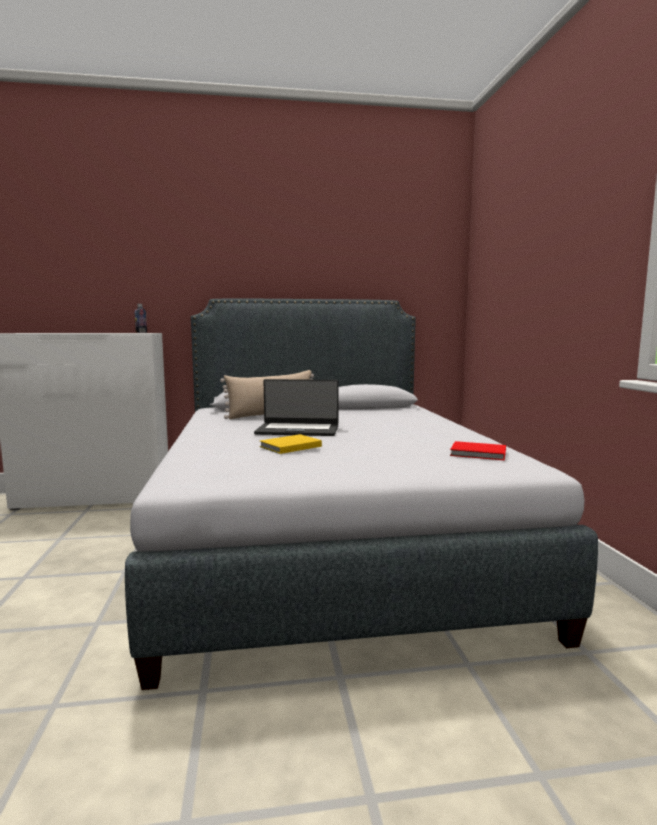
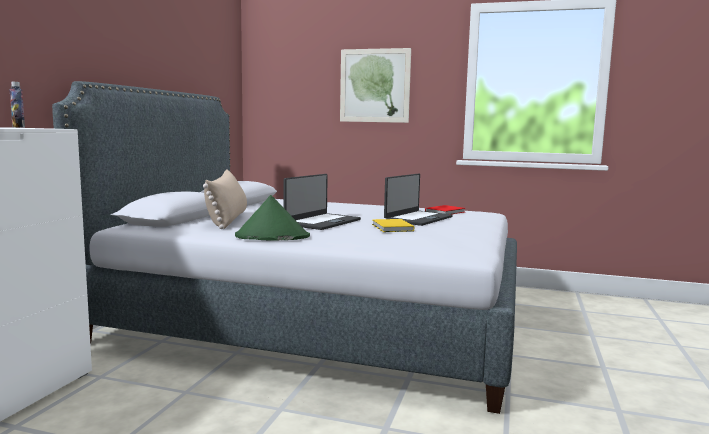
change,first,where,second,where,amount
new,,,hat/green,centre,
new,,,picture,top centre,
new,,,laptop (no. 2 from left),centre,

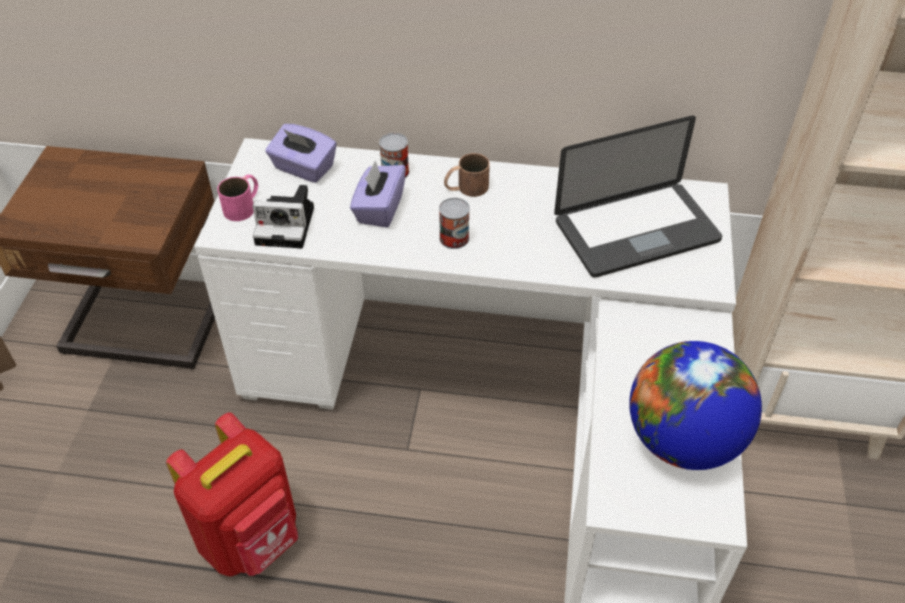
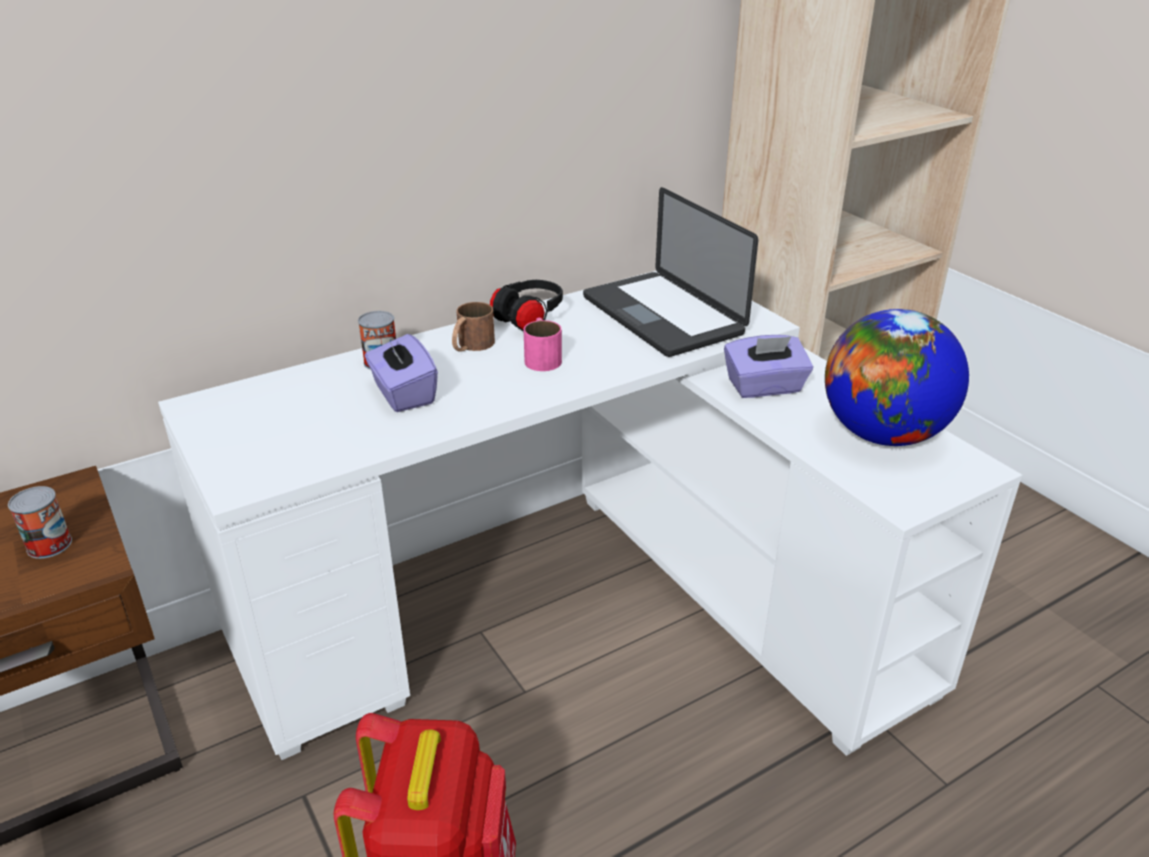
change,first,where,second,where,amount
gone,photo camera,middle left,,,
new,,,headphones/black,centre,
shifted,mug/pink,top left,,centre,
shifted,tissue box/purple (no. 1 from left in the first image),top left,tissue box/purple (no. 2 from left),middle right,
shifted,can (no. 2 from left in the first image),centre,can (no. 1 from left),middle left,
rotated,laptop,top right,,top centre,120 degrees clockwise

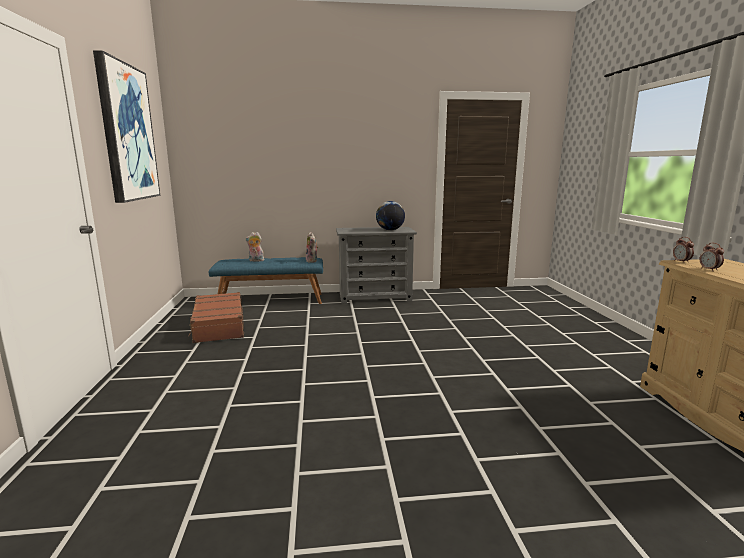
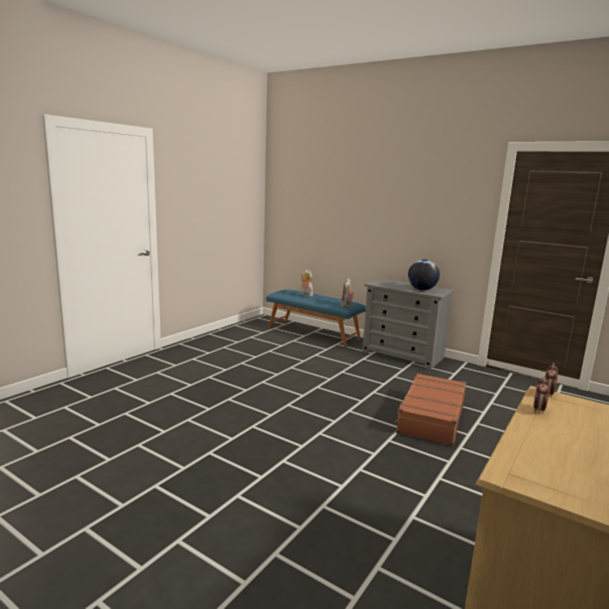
change,first,where,second,where,amount
gone,picture,top left,,,
shifted,suitcase/brown,middle left,,bottom right,

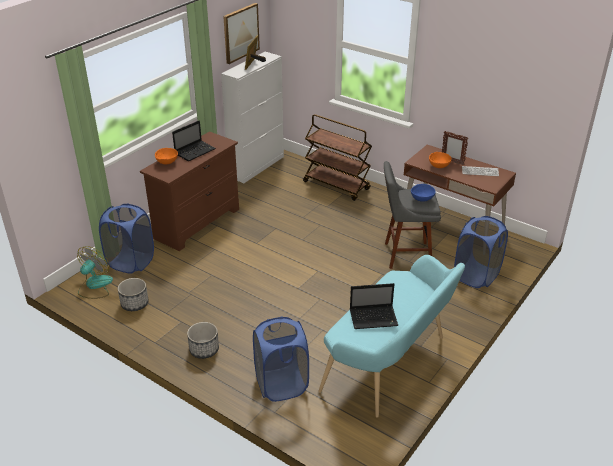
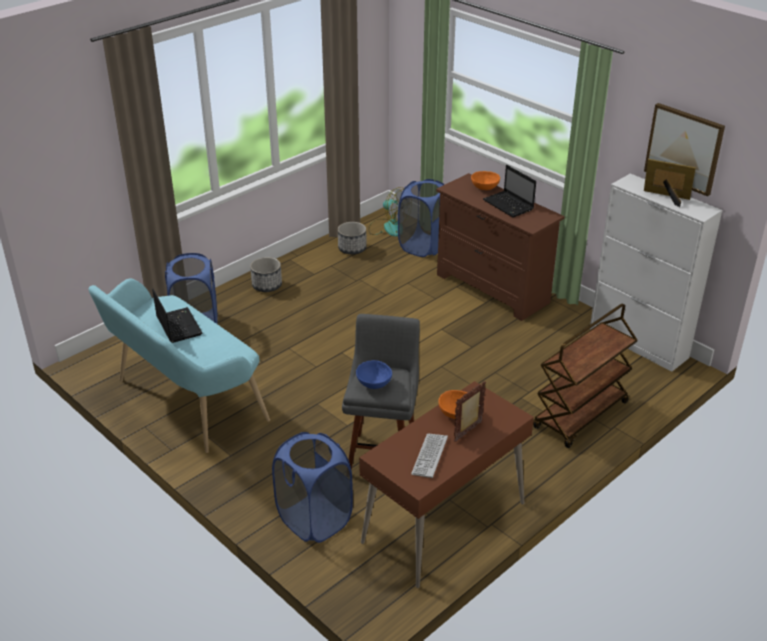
change,first,where,second,where,amount
rotated,laptop (no. 2 from left in the first image),centre,laptop (no. 1 from left),middle left,150 degrees clockwise

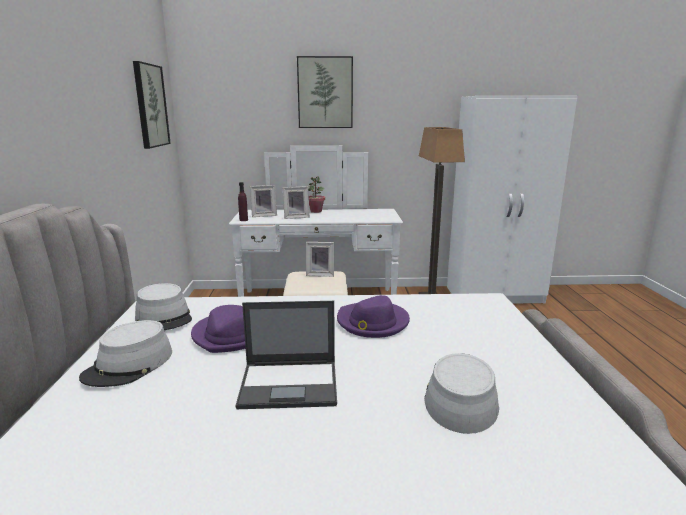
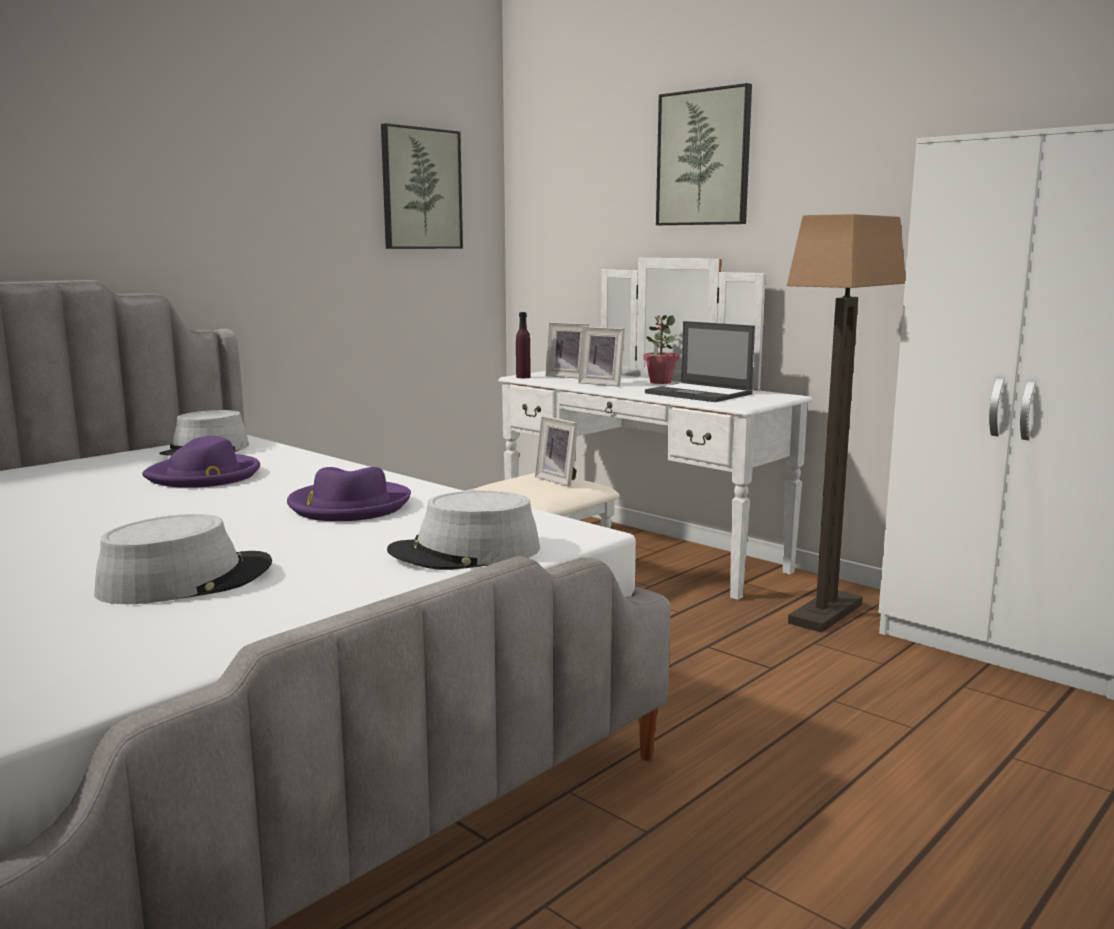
change,first,where,second,where,amount
shifted,hat/grey (no. 1 from left in the first image),bottom left,hat/grey (no. 3 from left),centre,
shifted,laptop,bottom centre,,centre,

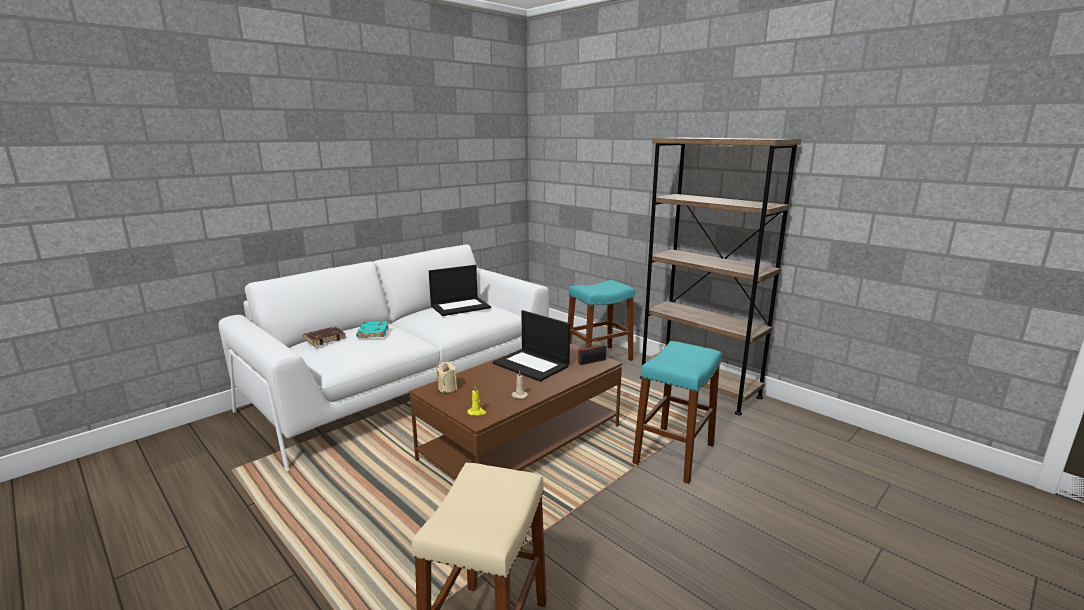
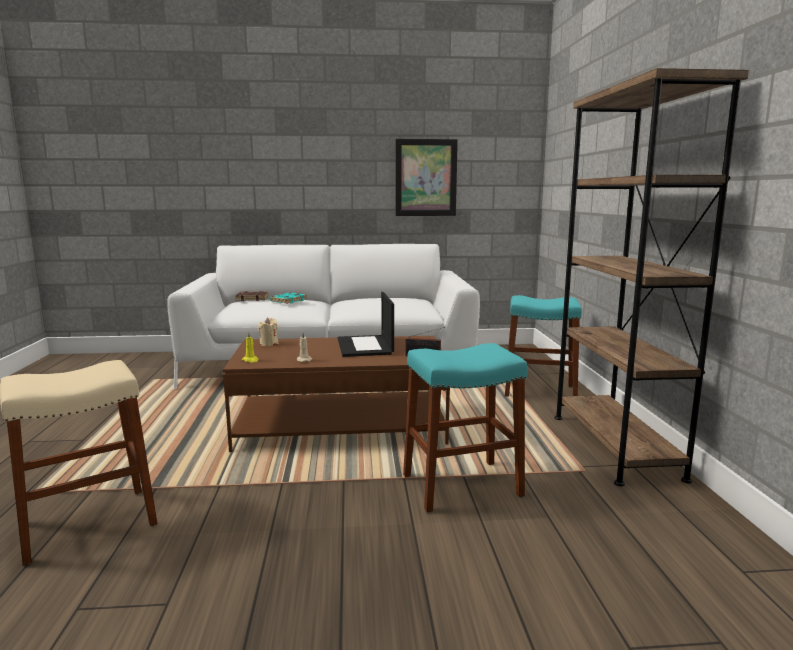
change,first,where,second,where,amount
gone,laptop (no. 1 from left),centre,,,
new,,,picture,top centre,

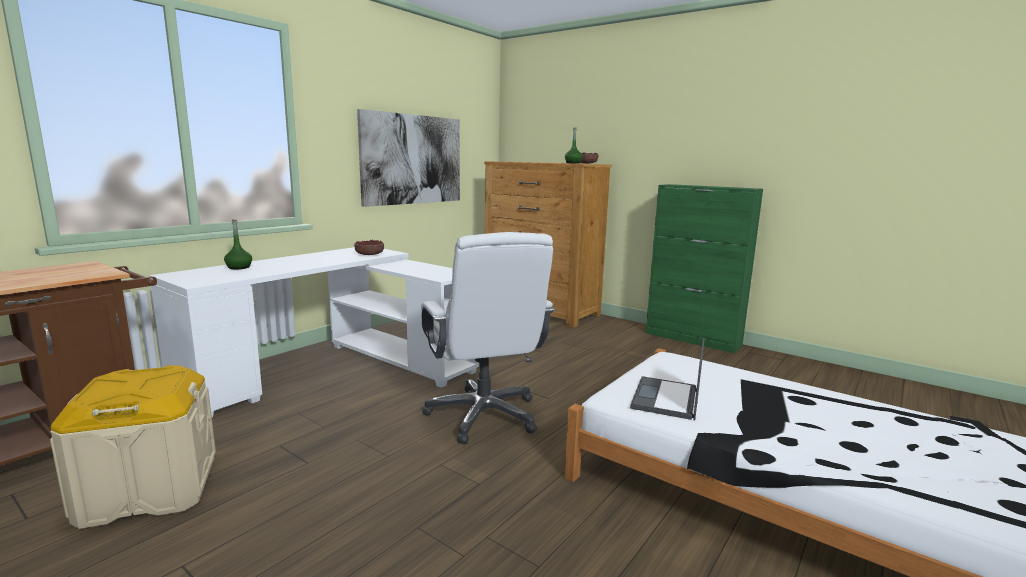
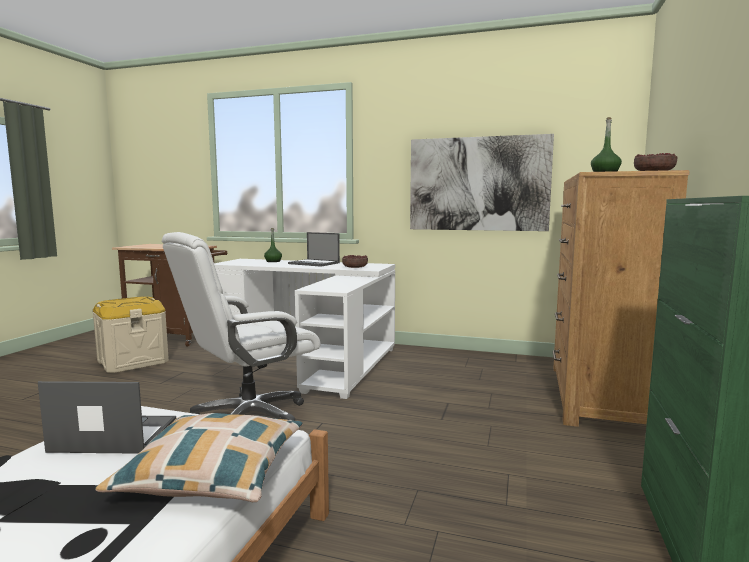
change,first,where,second,where,amount
new,,,pillow,bottom left,
new,,,laptop (no. 2 from left),centre,

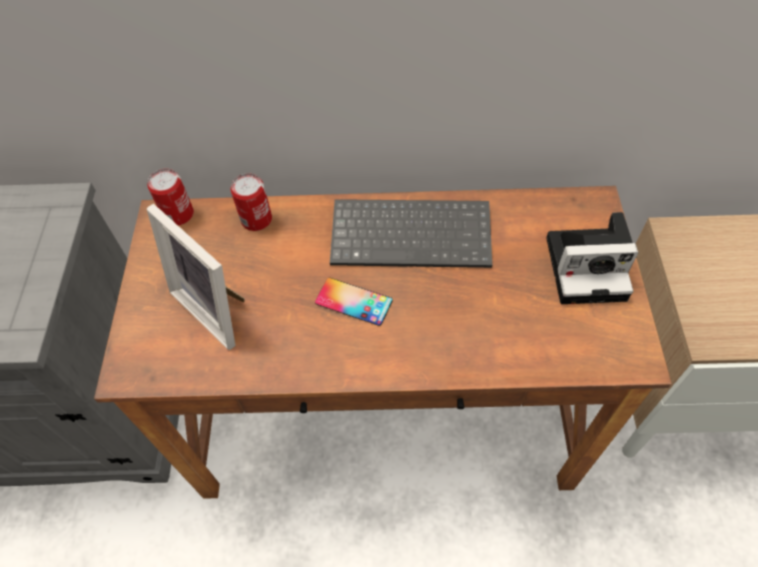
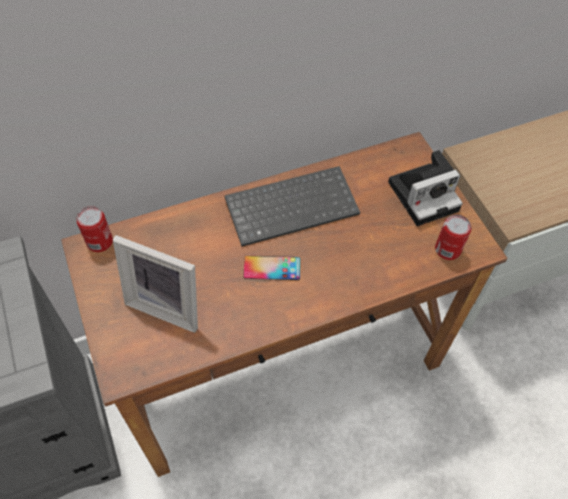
change,first,where,second,where,amount
shifted,can (no. 2 from left),middle left,,middle right,

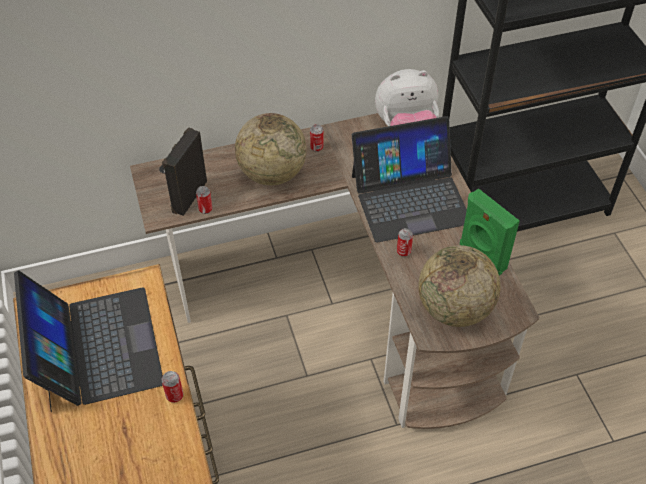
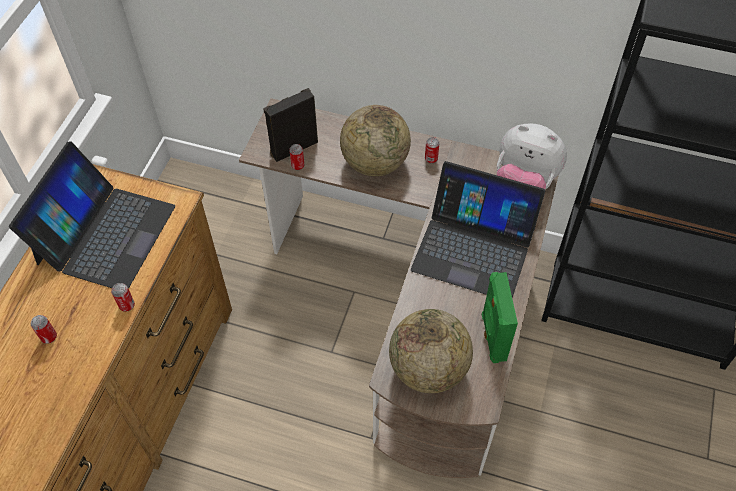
change,first,where,second,where,amount
shifted,can (no. 4 from left in the first image),centre,can (no. 1 from left),bottom left,

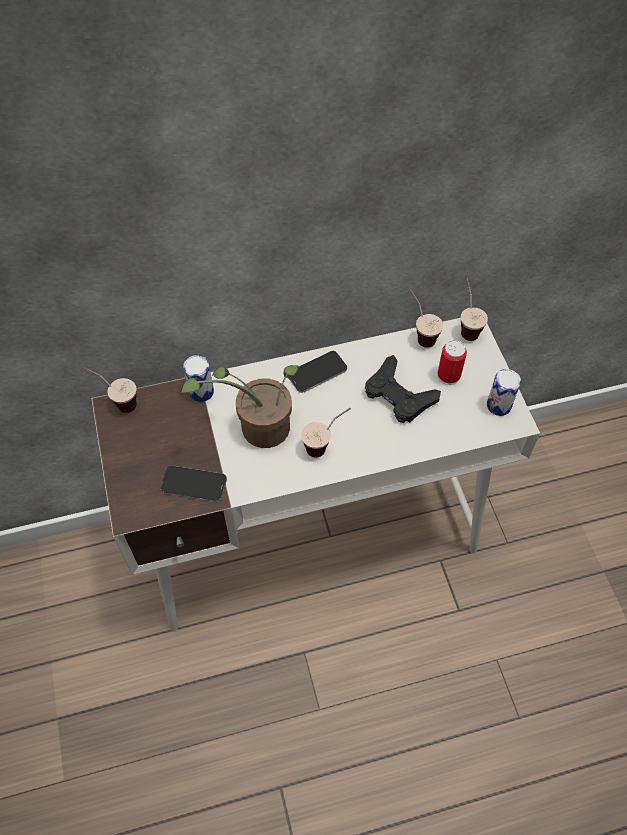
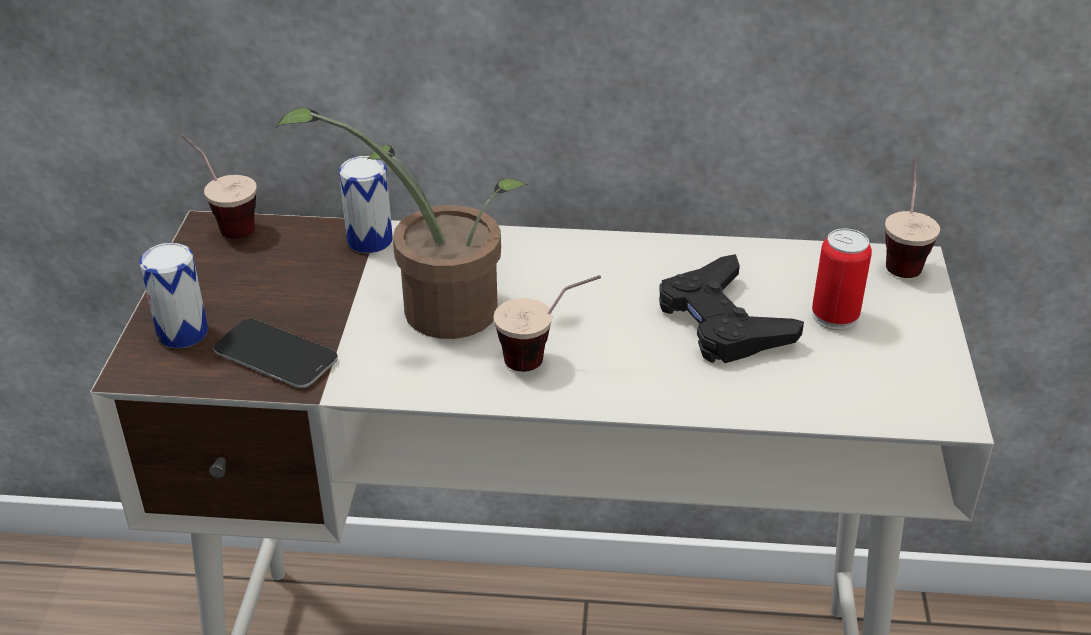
change,first,where,second,where,amount
gone,phone (no. 2 from left),centre,,,
gone,cup (no. 3 from left),middle right,,,
shifted,can (no. 3 from left in the first image),middle right,can (no. 1 from left),middle left,

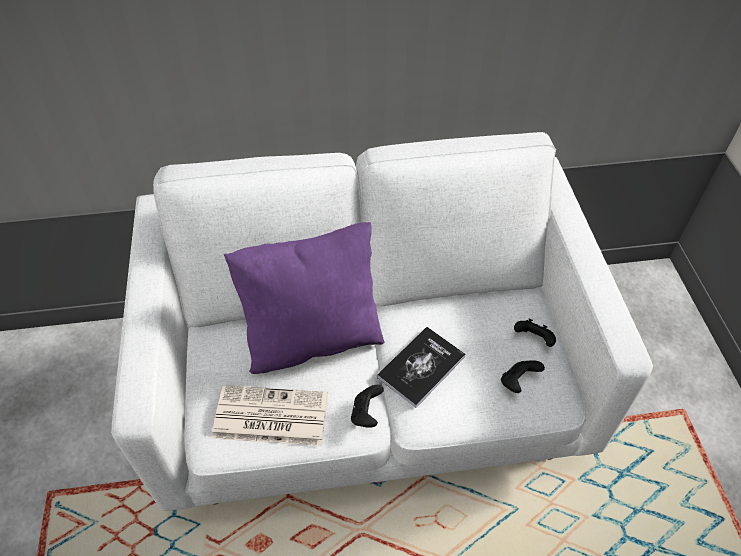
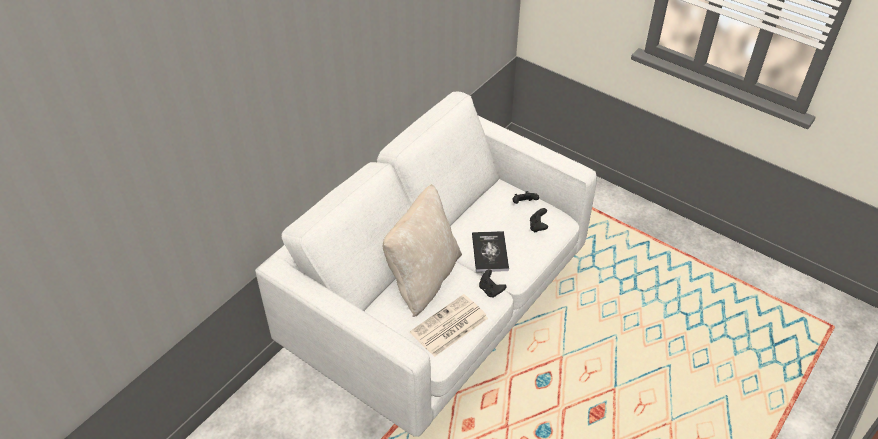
change,first,where,second,where,amount
repainted,pillow/purple,centre,pillow/beige,centre,

